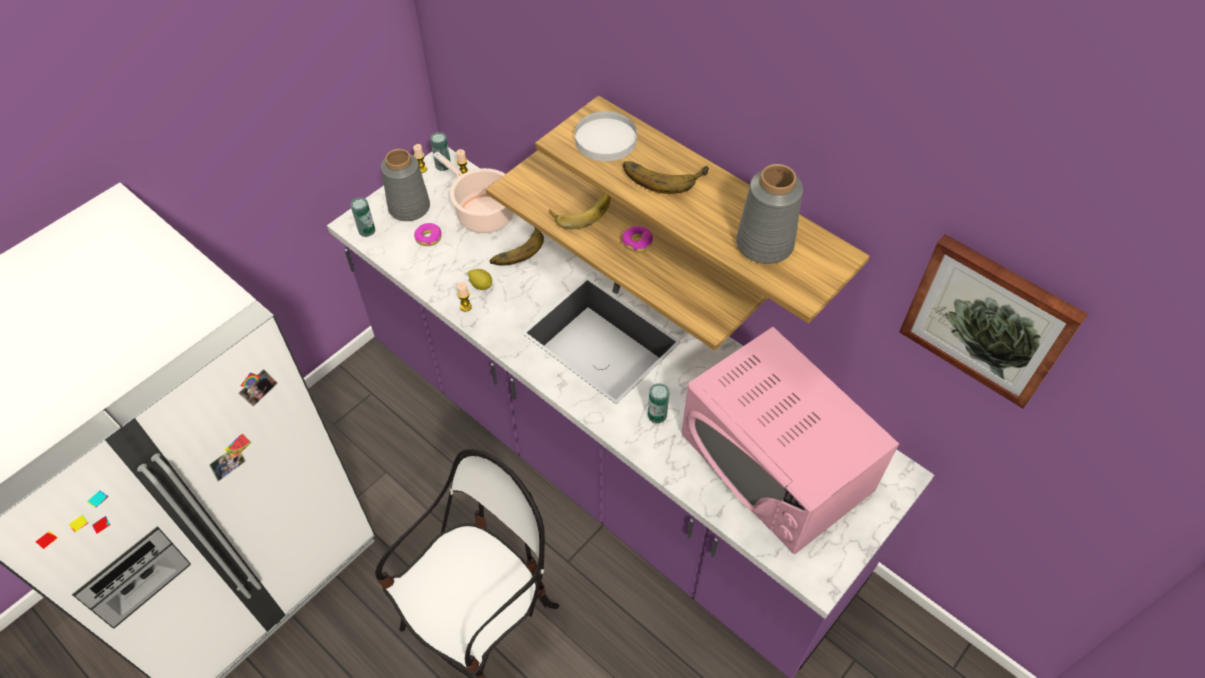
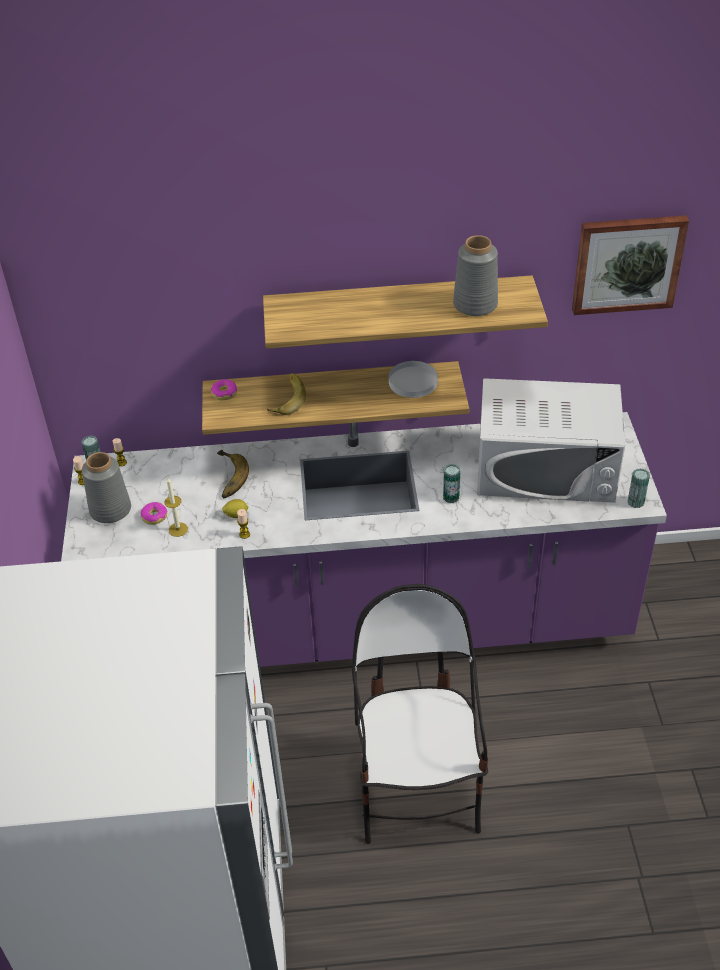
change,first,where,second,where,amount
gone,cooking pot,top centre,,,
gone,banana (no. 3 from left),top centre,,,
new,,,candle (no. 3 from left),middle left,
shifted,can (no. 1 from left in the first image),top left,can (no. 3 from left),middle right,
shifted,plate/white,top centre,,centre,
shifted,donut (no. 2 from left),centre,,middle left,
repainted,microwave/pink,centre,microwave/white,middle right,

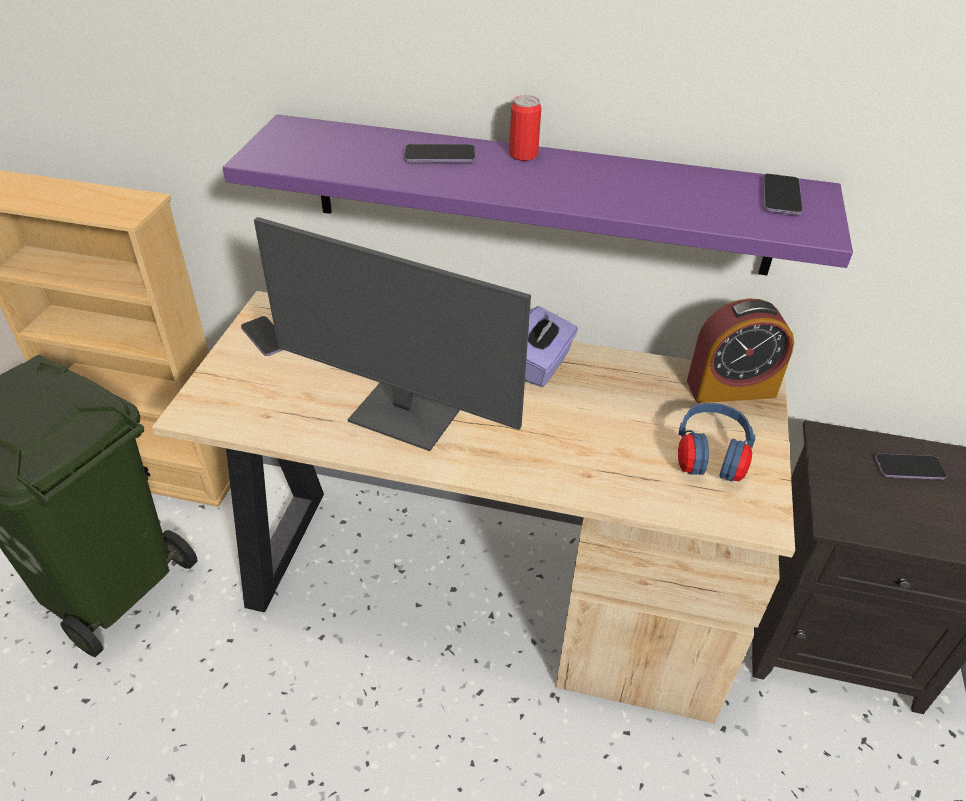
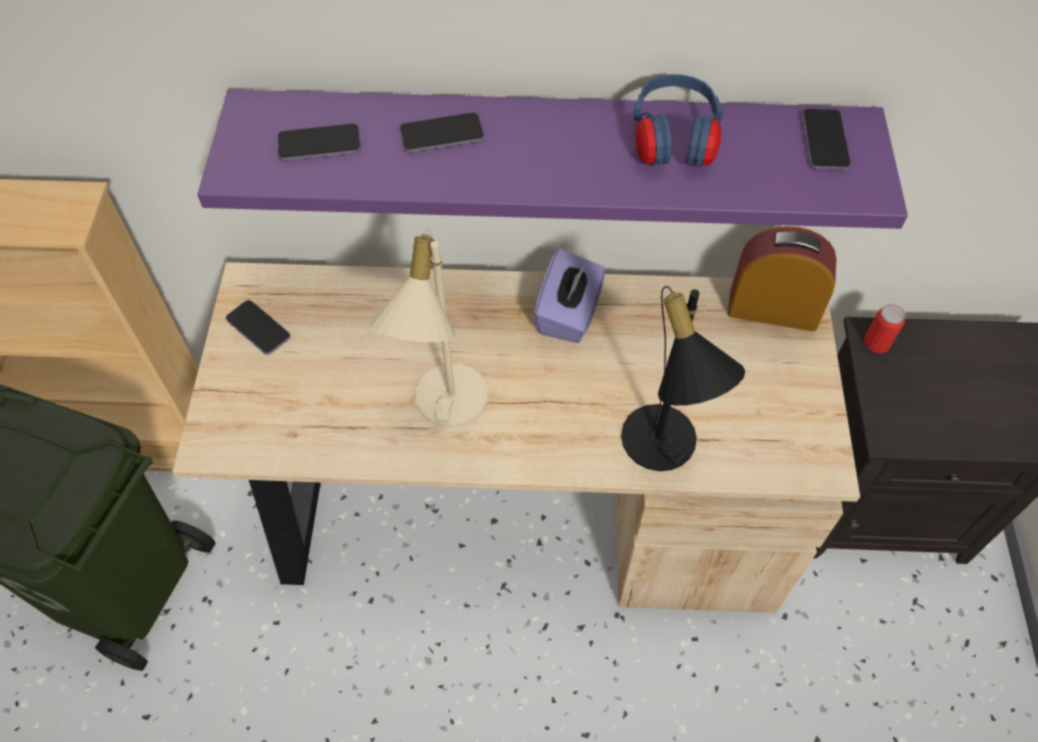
change,first,where,second,where,amount
new,,,table lamp/black,centre,
shifted,can,top centre,,middle right,
shifted,headphones/blue,middle right,,top centre,
shifted,phone (no. 4 from left in the first image),middle right,phone (no. 2 from left),top left,
swapped,monitor,centre,table lamp/beige,centre,
rotated,alarm clock,middle right,,middle right,150 degrees counterclockwise

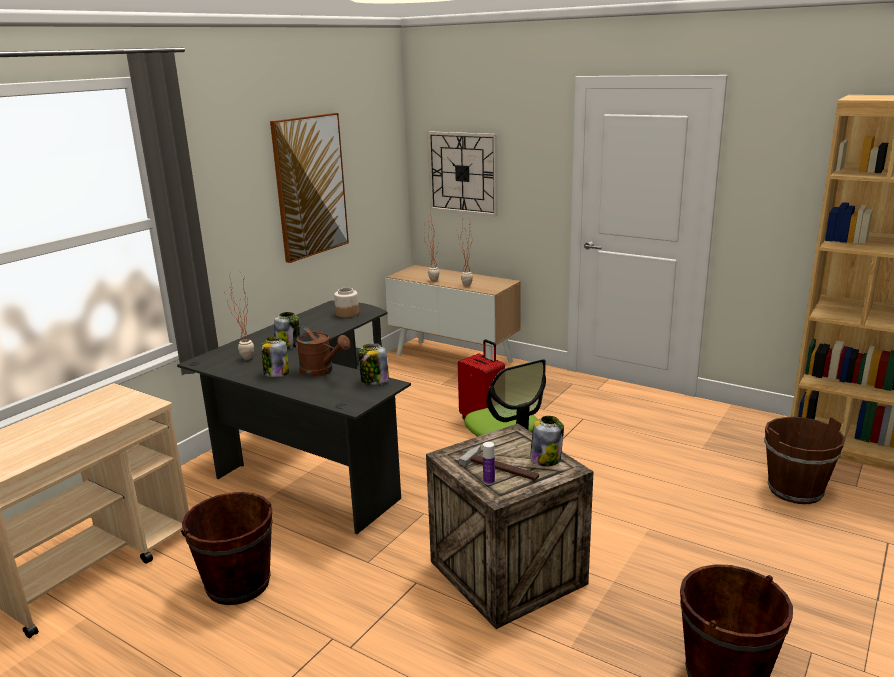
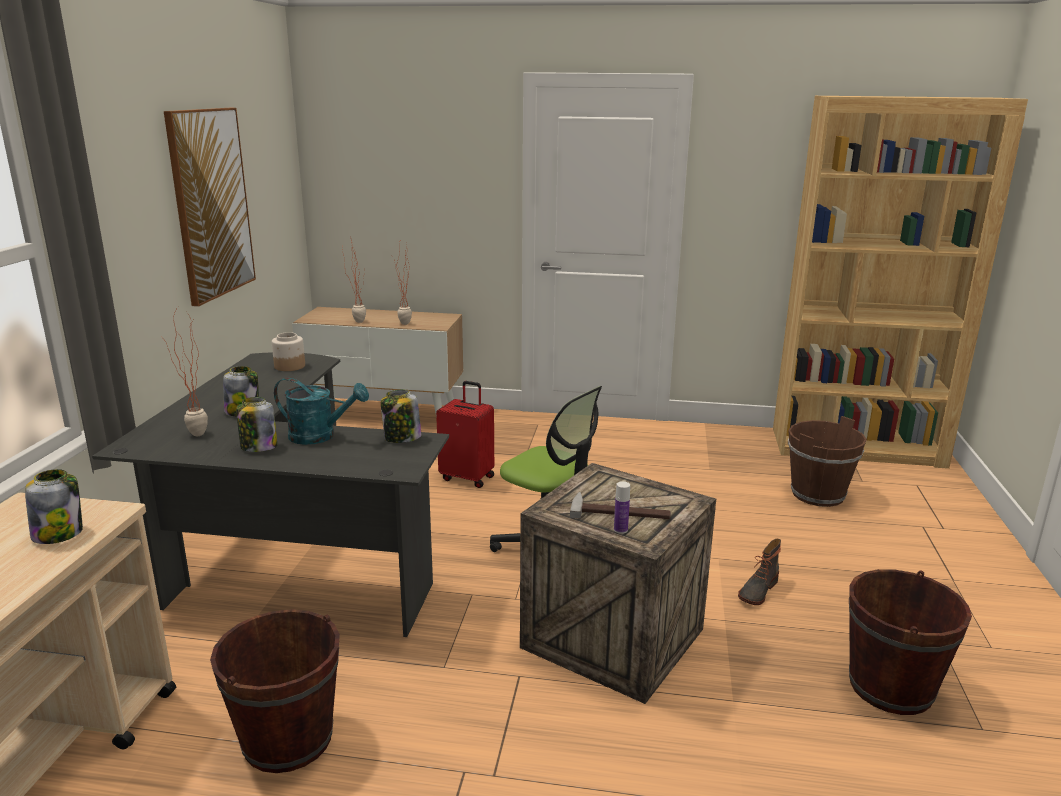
change,first,where,second,where,amount
gone,wall clock,top centre,,,
new,,,boot,bottom right,
shifted,jar (no. 5 from left in the first image),centre,jar (no. 1 from left),middle left,
repainted,watering can/brown,centre,watering can/turquoise,middle left,

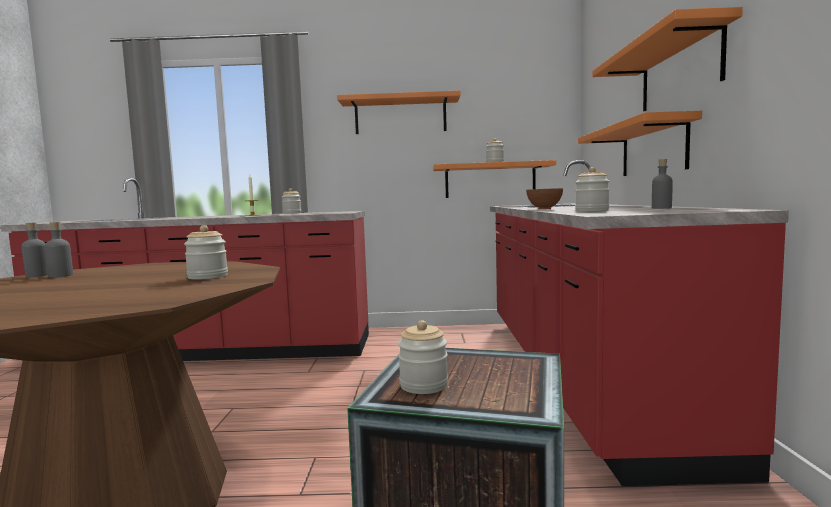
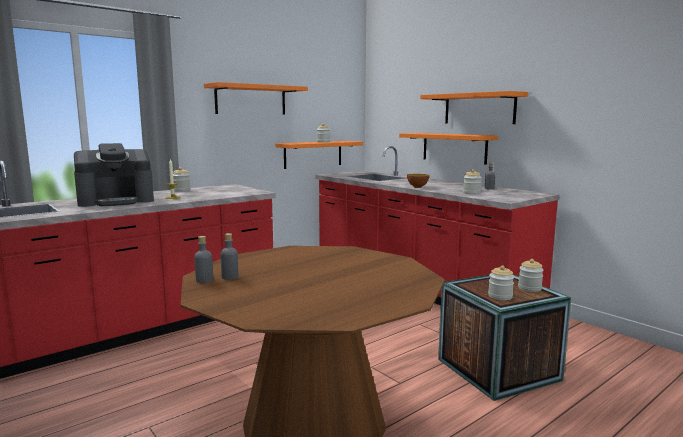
change,first,where,second,where,amount
new,,,coffee machine,middle left,
shifted,jar (no. 1 from left in the first image),middle left,jar (no. 5 from left),middle right,

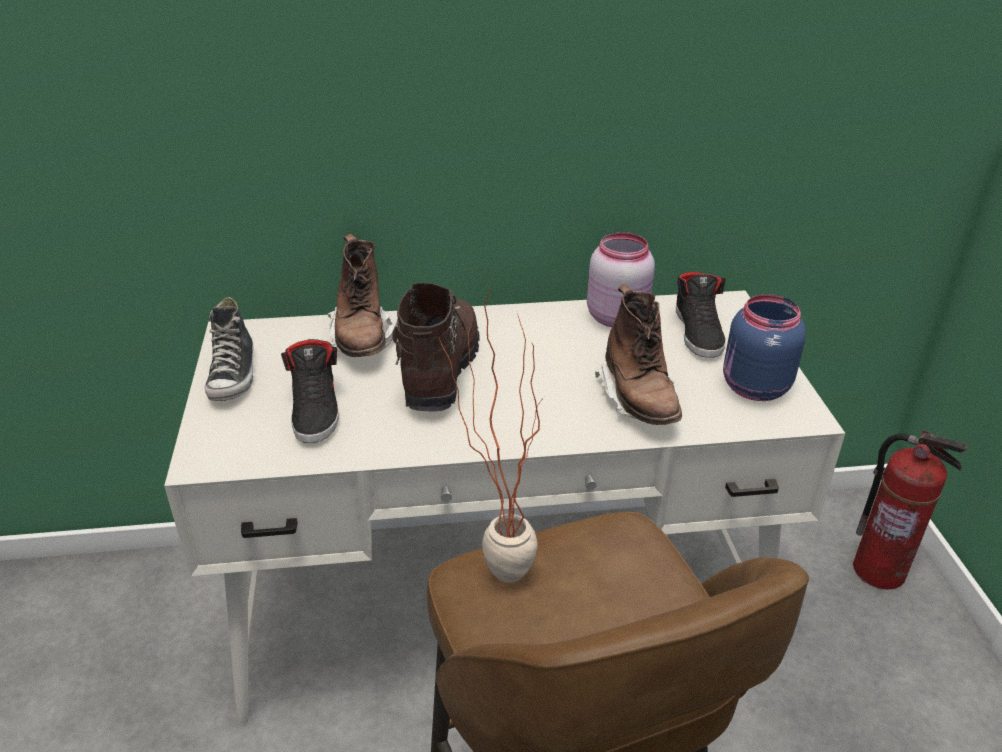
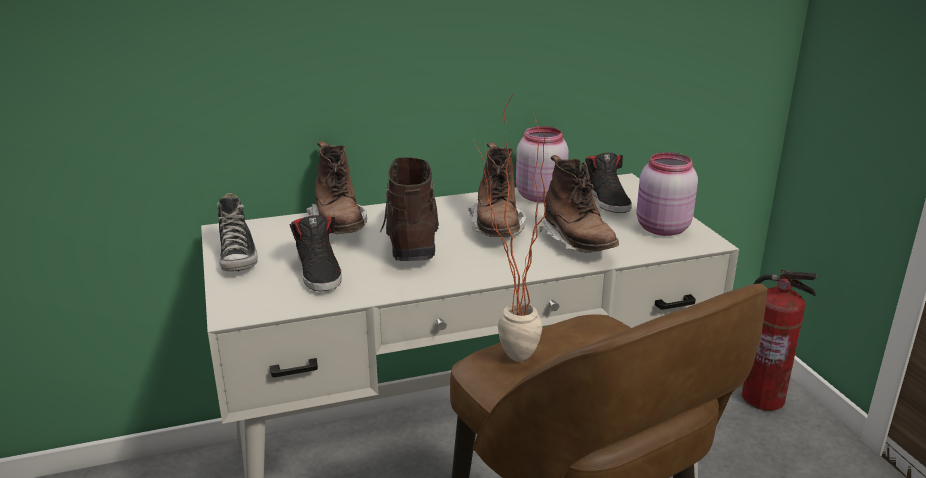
change,first,where,second,where,amount
new,,,boot/brown (no. 3 from left),centre,
repainted,jar/blue,middle right,jar/pink (no. 2 from left),middle right,

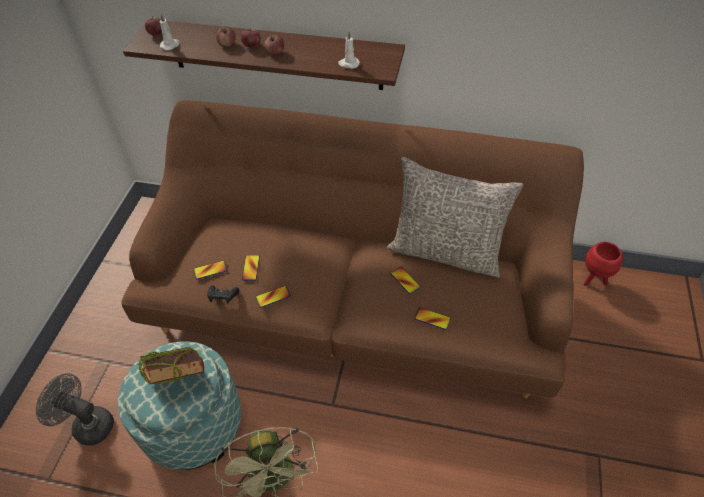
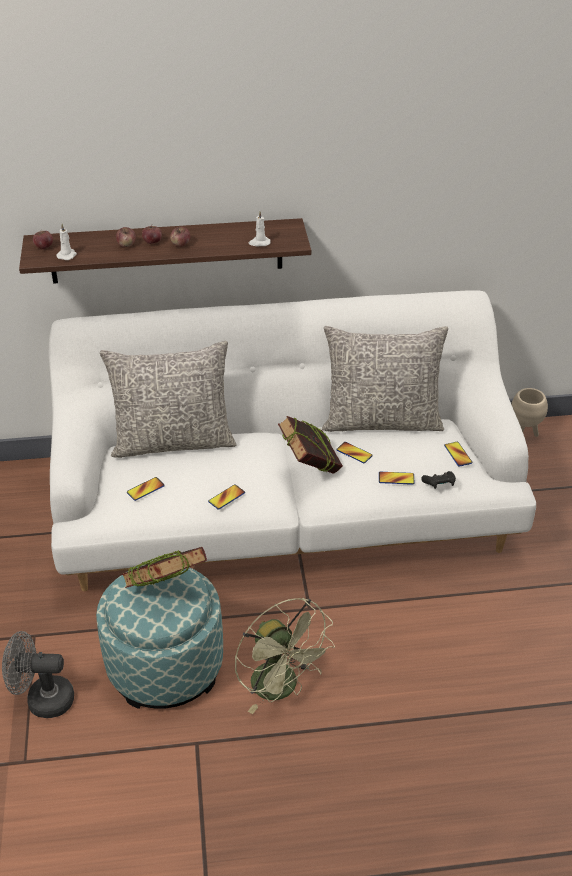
change,first,where,second,where,amount
new,,,pillow/grey (no. 1 from left),middle left,
new,,,book (no. 2 from left),centre,
shifted,game controller/black,middle left,,middle right,
shifted,phone (no. 2 from left in the first image),centre,phone (no. 5 from left),middle right,
repainted,sofa/brown,centre,sofa/white,centre,
repainted,planter/red,middle right,planter/beige,middle right,

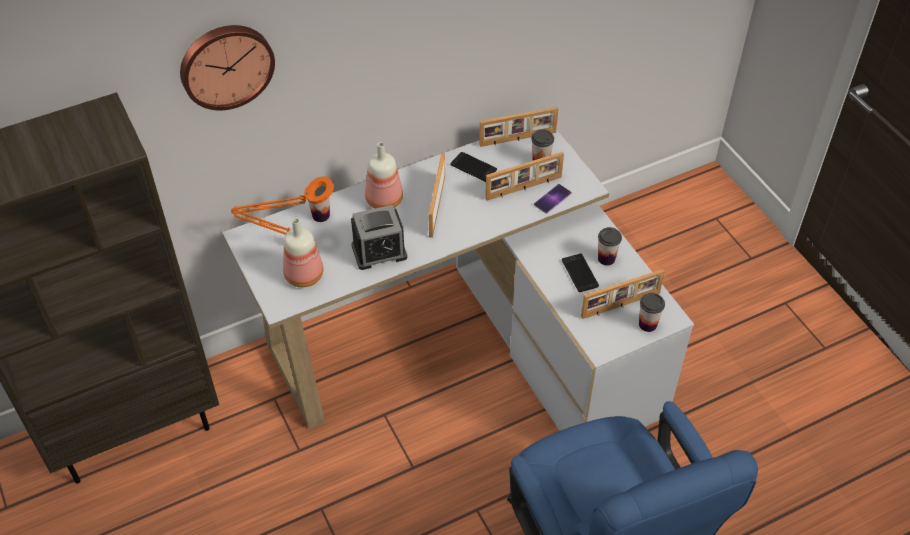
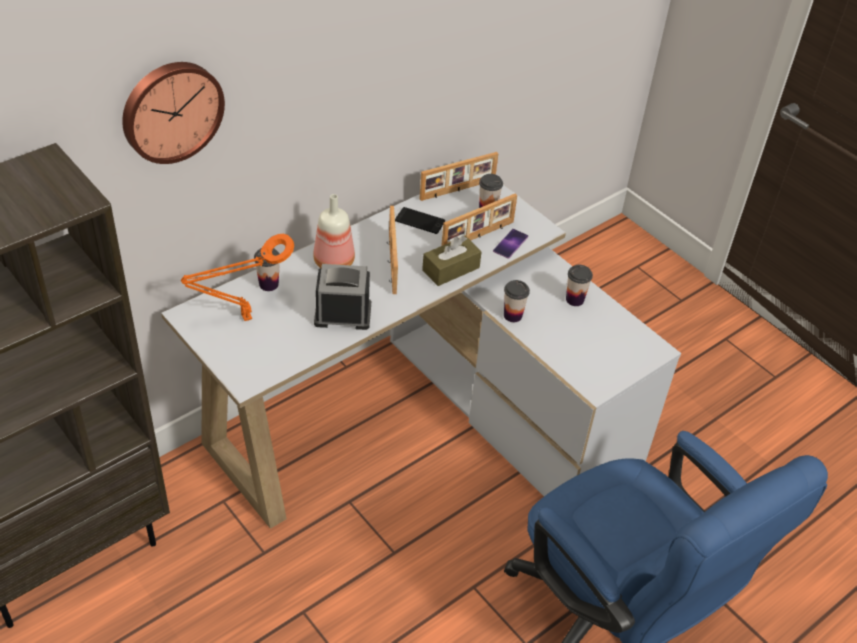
change,first,where,second,where,amount
gone,bottle (no. 1 from left),middle left,,,
gone,phone (no. 3 from left),centre,,,
gone,picture frame (no. 4 from left),middle right,,,
new,,,tissue box/brown,centre,
shifted,cup (no. 4 from left in the first image),middle right,cup (no. 3 from left),centre,
rotated,alarm clock,centre,,centre,150 degrees counterclockwise

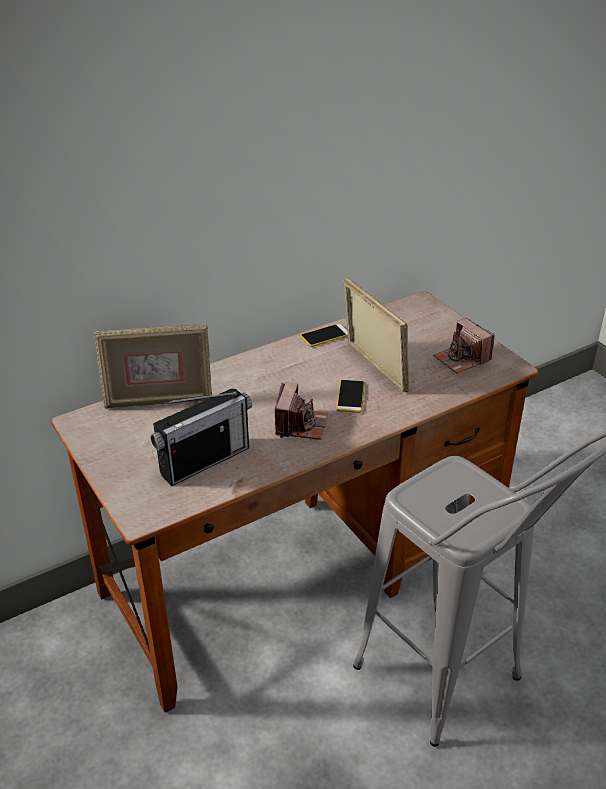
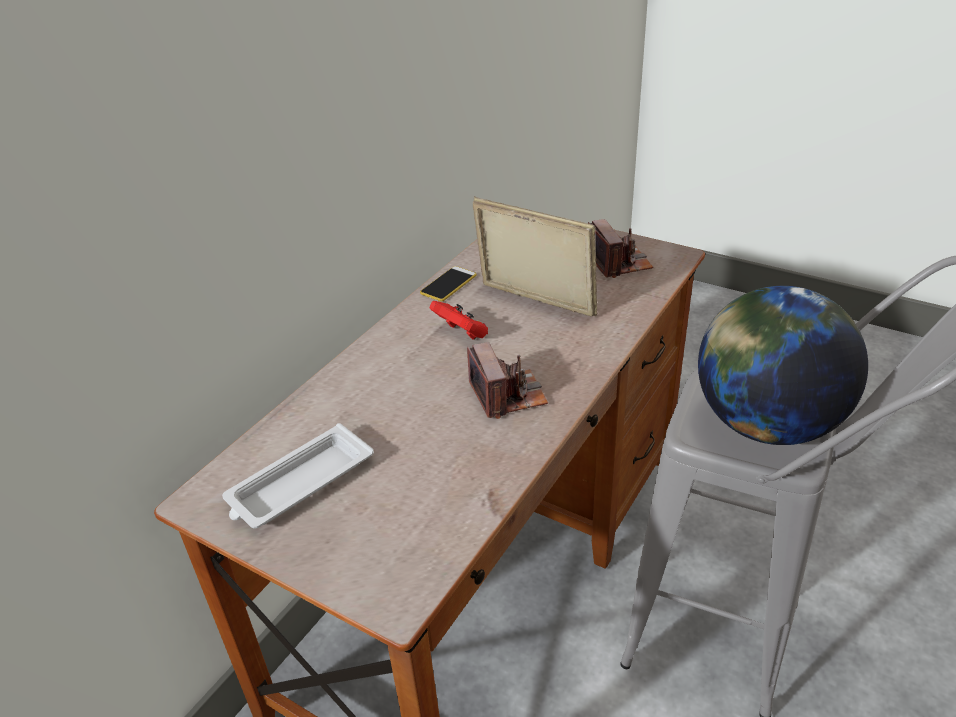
change,first,where,second,where,amount
gone,picture frame (no. 1 from left),middle left,,,
gone,radio,middle left,,,
gone,phone (no. 2 from left),centre,,,
new,,,tray/white,middle left,
new,,,game controller/red,centre,
new,,,globe,middle right,
rotated,photo camera (no. 2 from left),middle right,,centre,135 degrees counterclockwise

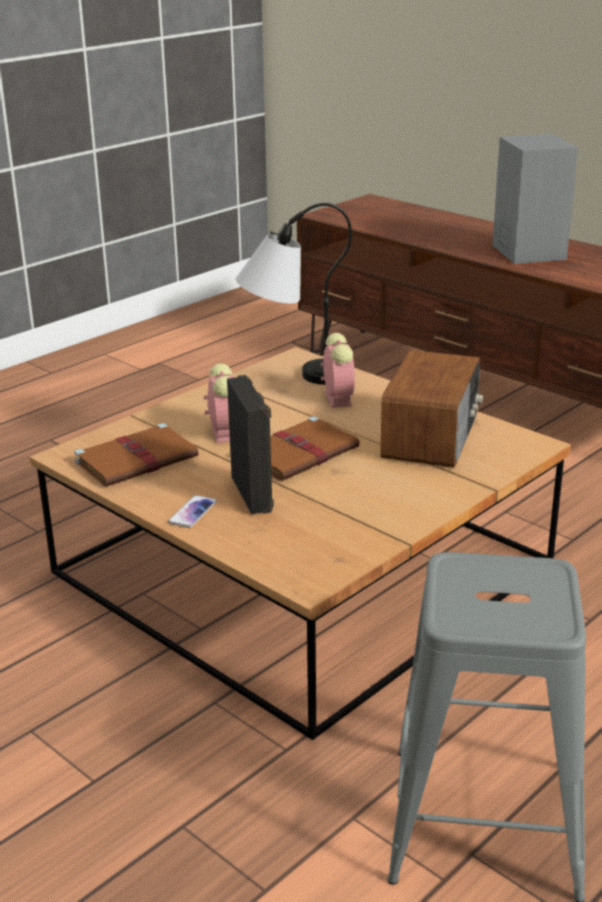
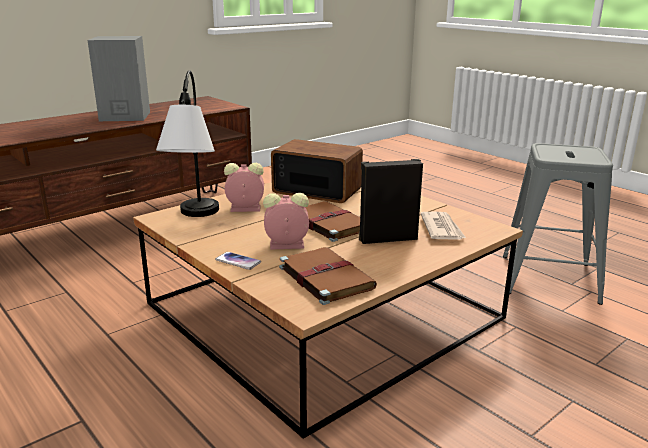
change,first,where,second,where,amount
new,,,newspaper,middle right,
shifted,phone,middle left,,centre,

